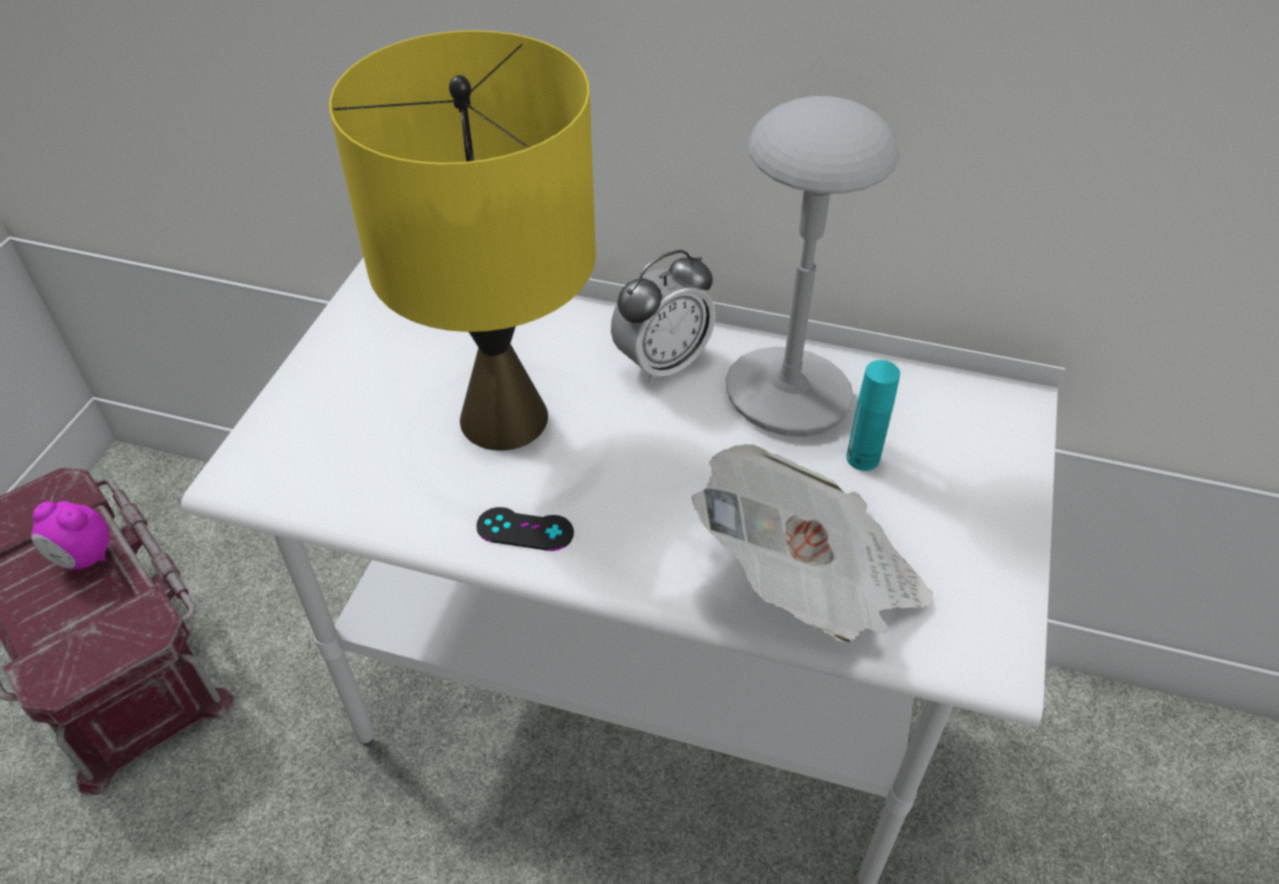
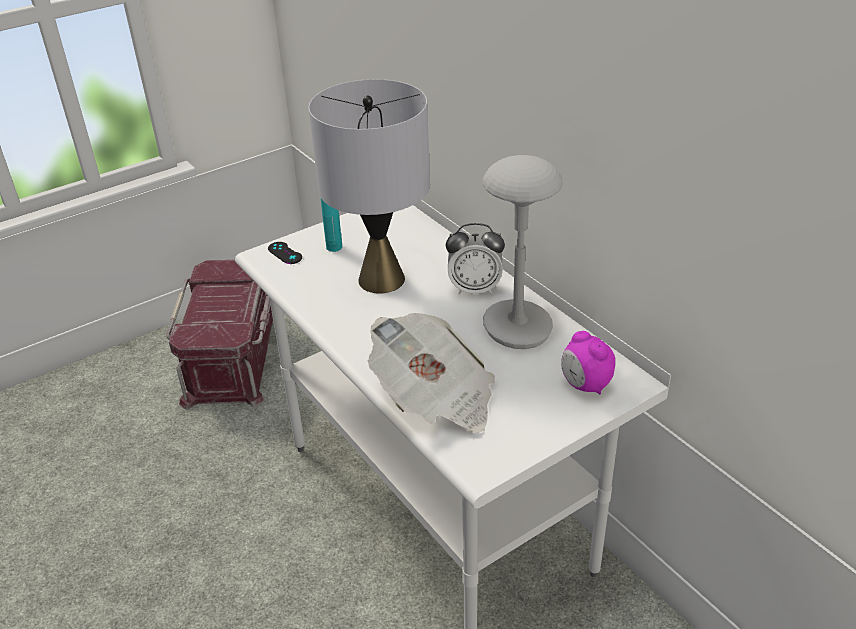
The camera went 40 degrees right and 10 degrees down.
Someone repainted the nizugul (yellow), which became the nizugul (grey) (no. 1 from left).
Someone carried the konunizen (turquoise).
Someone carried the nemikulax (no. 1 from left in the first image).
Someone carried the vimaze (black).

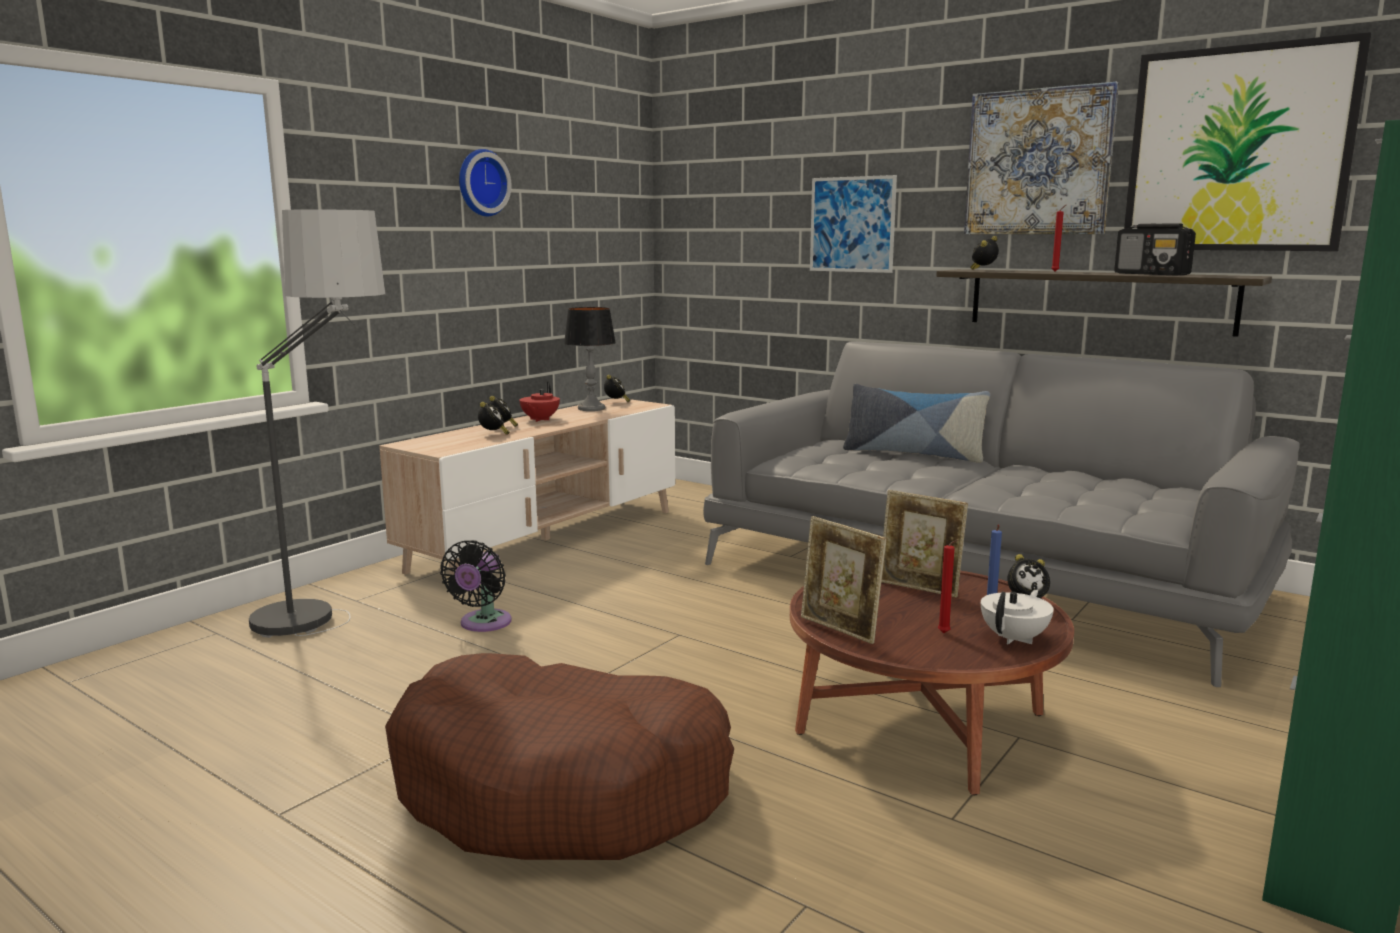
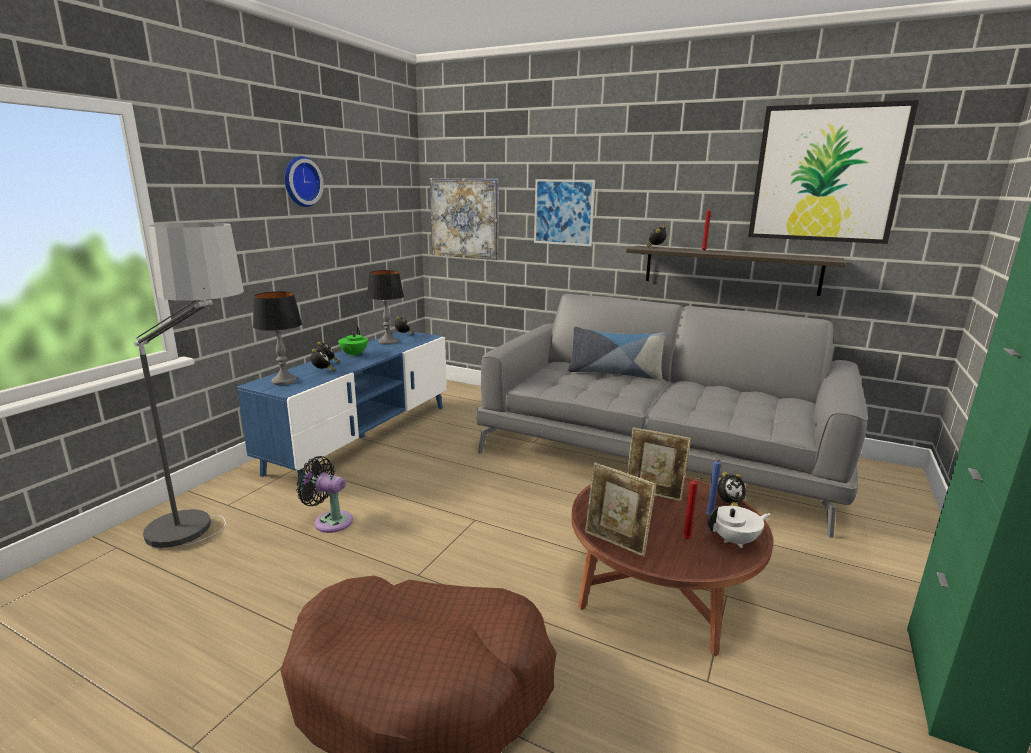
The camera went 10 degrees left and 5 degrees up.
Someone carried the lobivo (no. 2 from left in the first image).
Someone took away the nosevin.
Someone repainted the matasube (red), which became the matasube (green).
Someone repainted the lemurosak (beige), which became the lemurosak (blue).
Someone rotated the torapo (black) by 105 degrees clockwise.
Someone rotated the matasube (white) by 45 degrees clockwise.
Someone put down the nizugul (no. 1 from left).

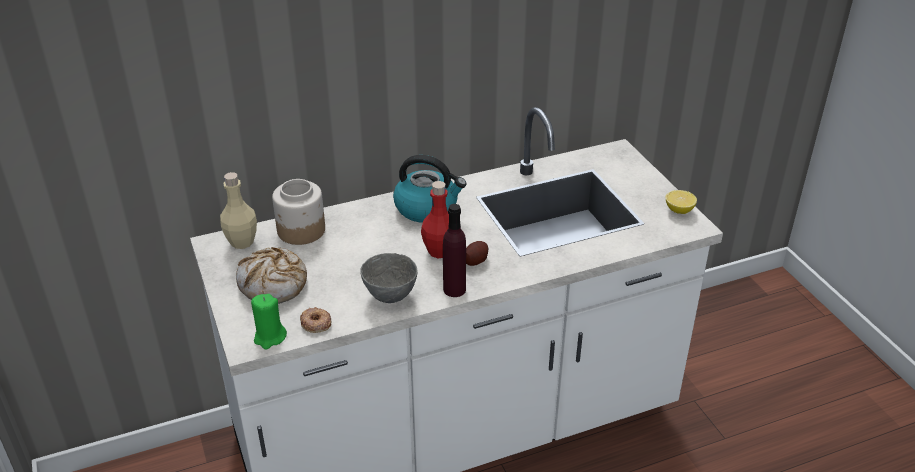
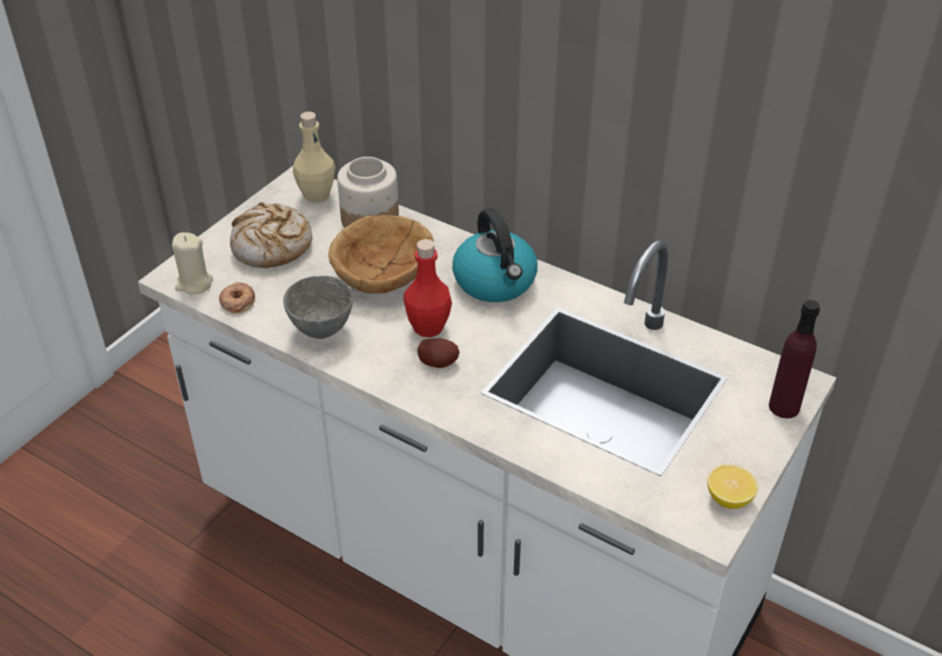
The camera went 55 degrees right and 5 degrees up.
Someone carried the konunizen (purple).
Someone repainted the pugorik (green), which became the pugorik (beige).
Someone put down the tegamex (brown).

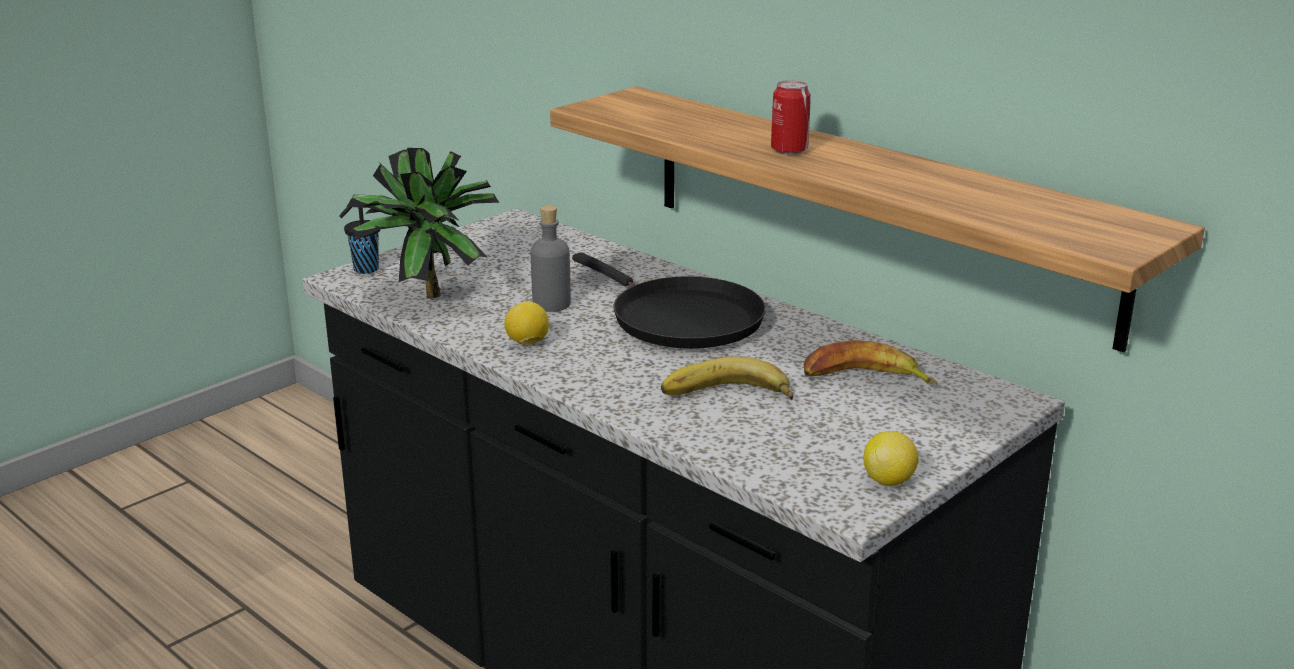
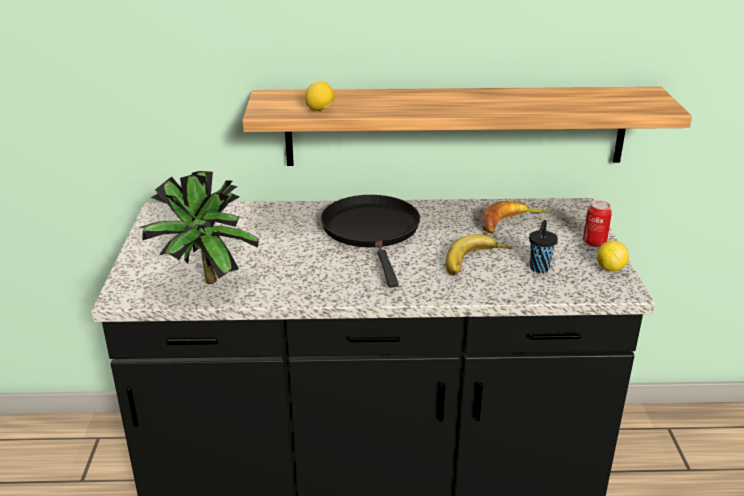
The camera went 45 degrees left and 5 degrees up.
Someone carried the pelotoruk.
Someone took away the konunizen (grey).
Someone carried the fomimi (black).
Someone rotated the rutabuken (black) by 105 degrees counterclockwise.
Someone carried the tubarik (no. 1 from left).

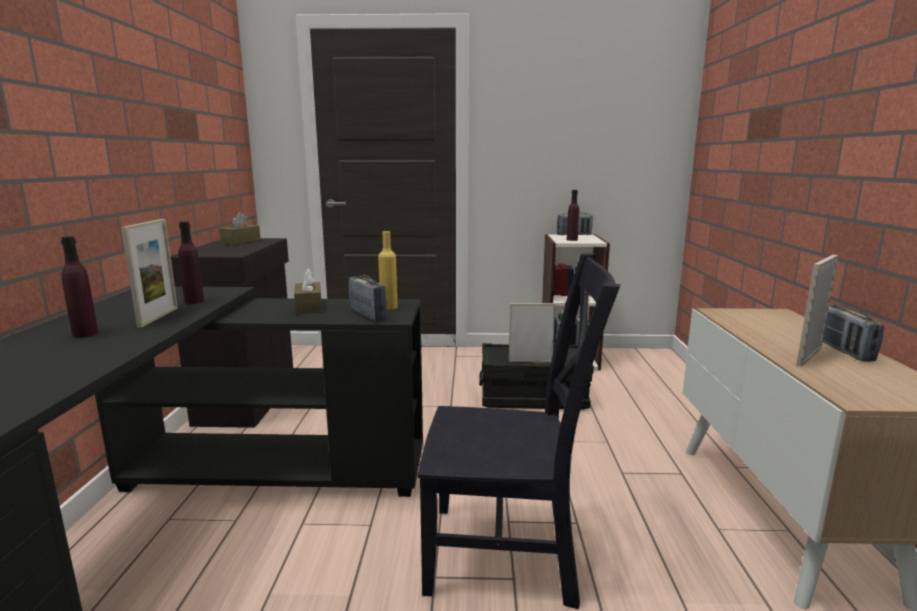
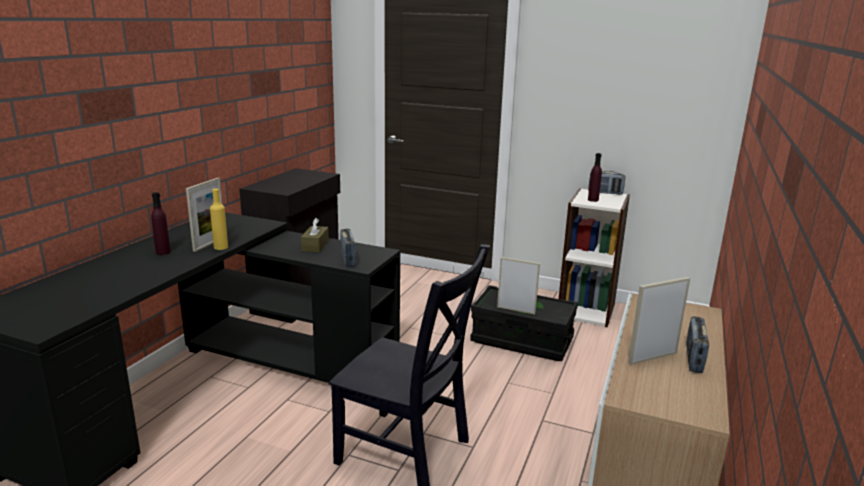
The camera went 20 degrees right and 5 degrees up.
Someone took away the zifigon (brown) (no. 1 from left).
Someone took away the konunizen (purple) (no. 2 from left).
Someone carried the konunizen (yellow).

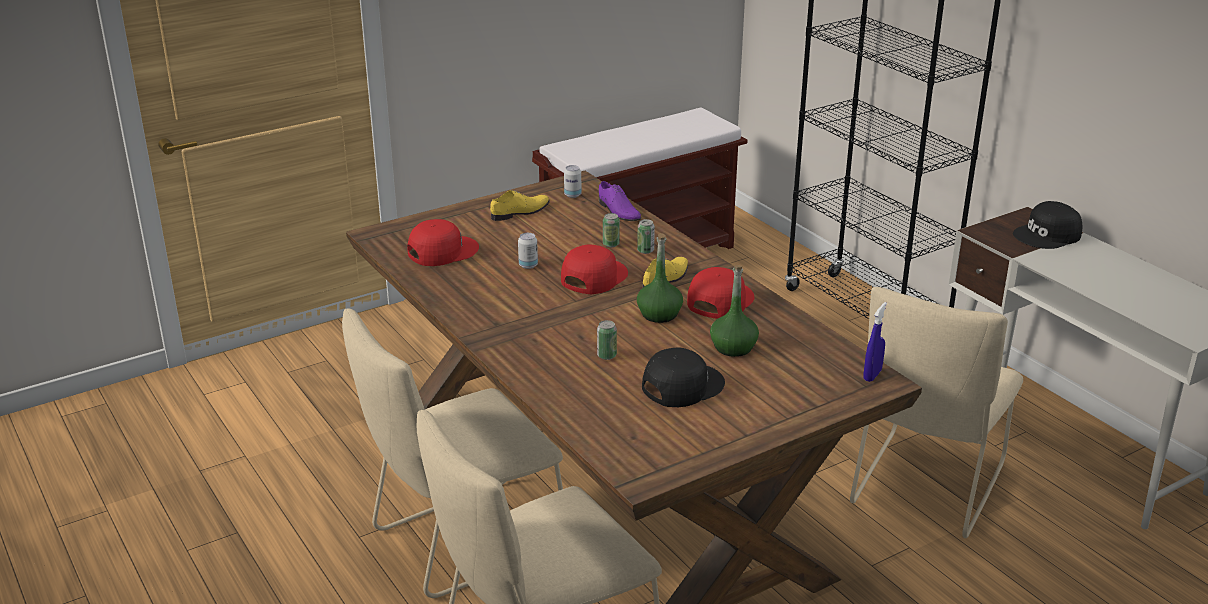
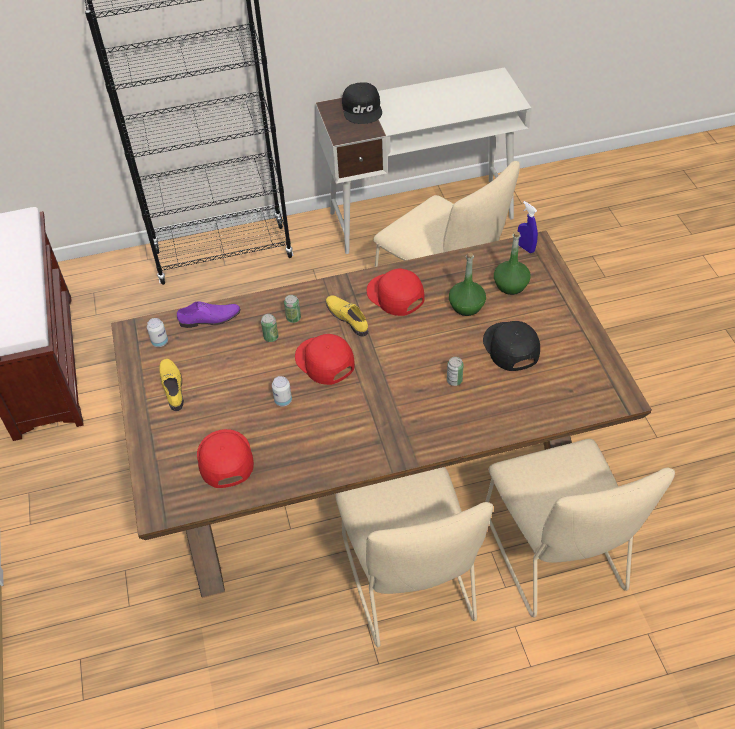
The camera went 70 degrees left and 20 degrees up.
Someone carried the konunizen (green) (no. 1 from left in the first image).

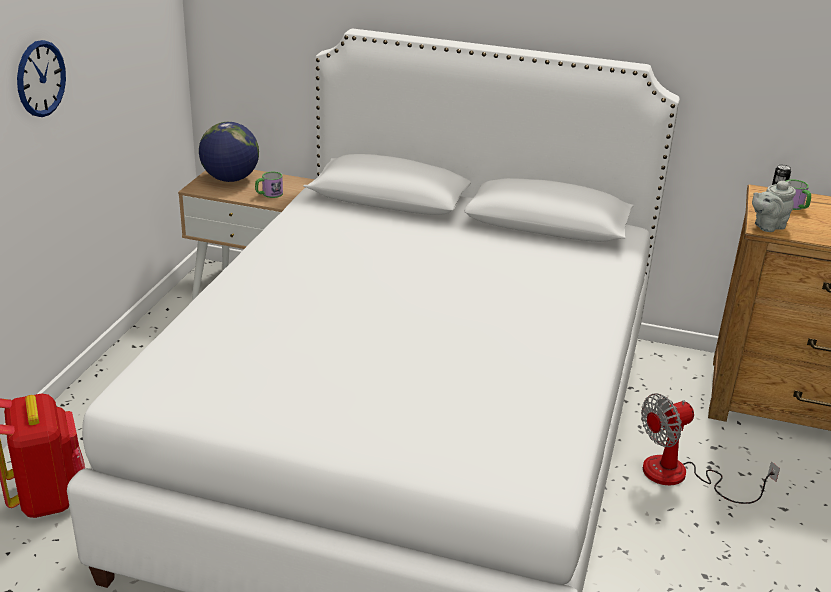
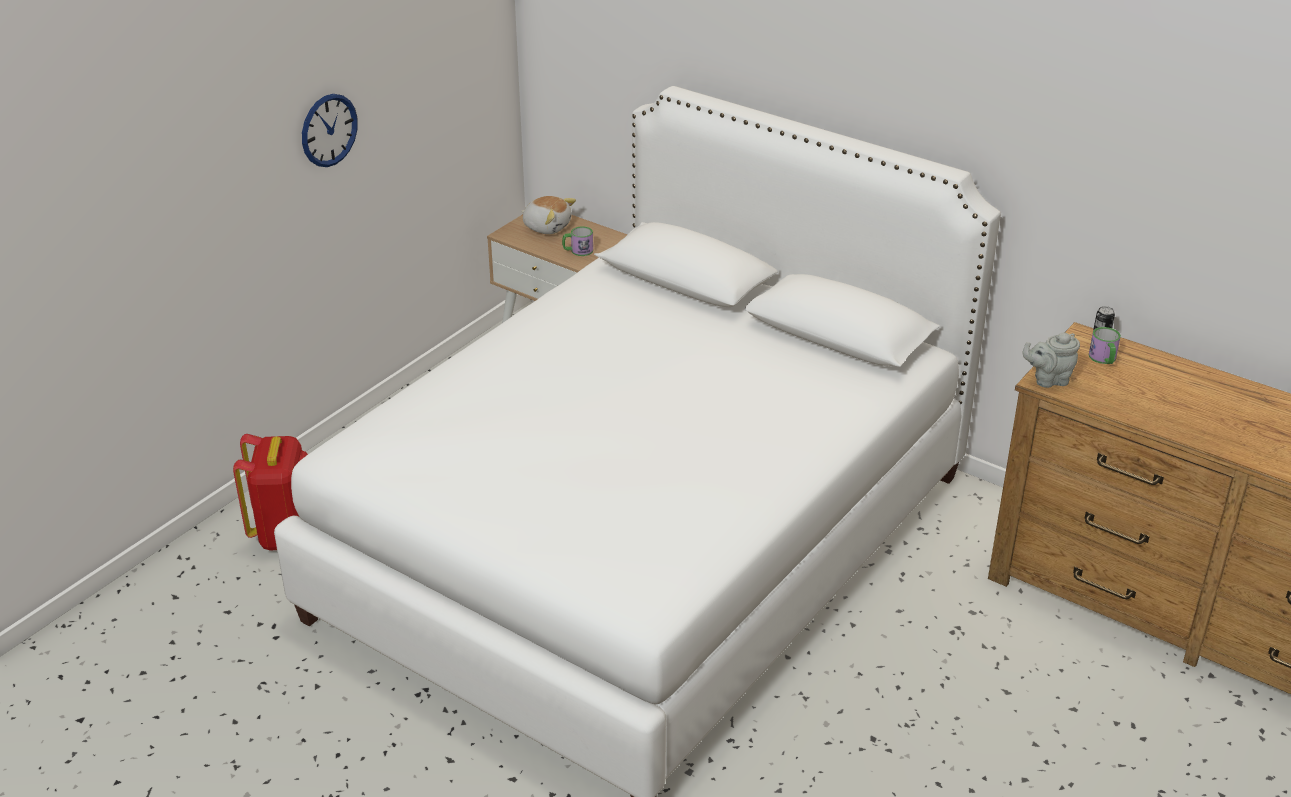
The camera went 20 degrees right and 5 degrees up.
Someone swapped the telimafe for the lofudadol.
Someone took away the torapo.

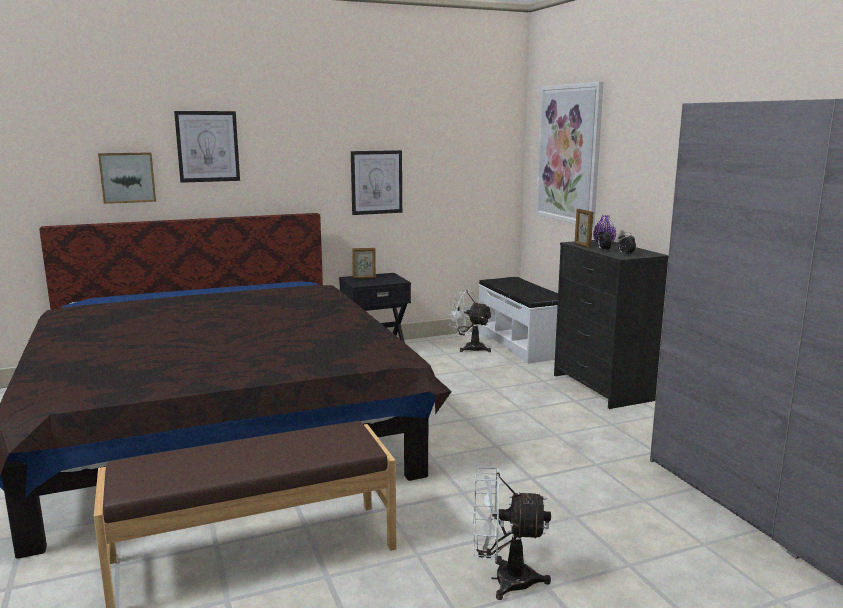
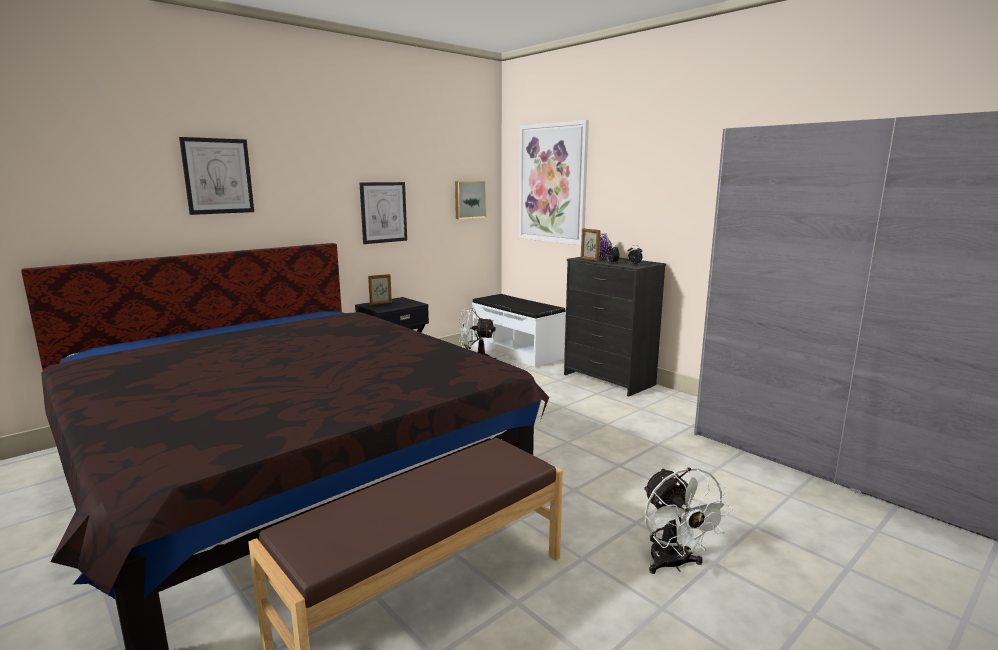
The camera went 20 degrees left and 0 degrees up.
Someone carried the lobivo (no. 1 from left in the first image).
Someone rotated the torapo (white) (no. 2 from left) by 90 degrees counterclockwise.

